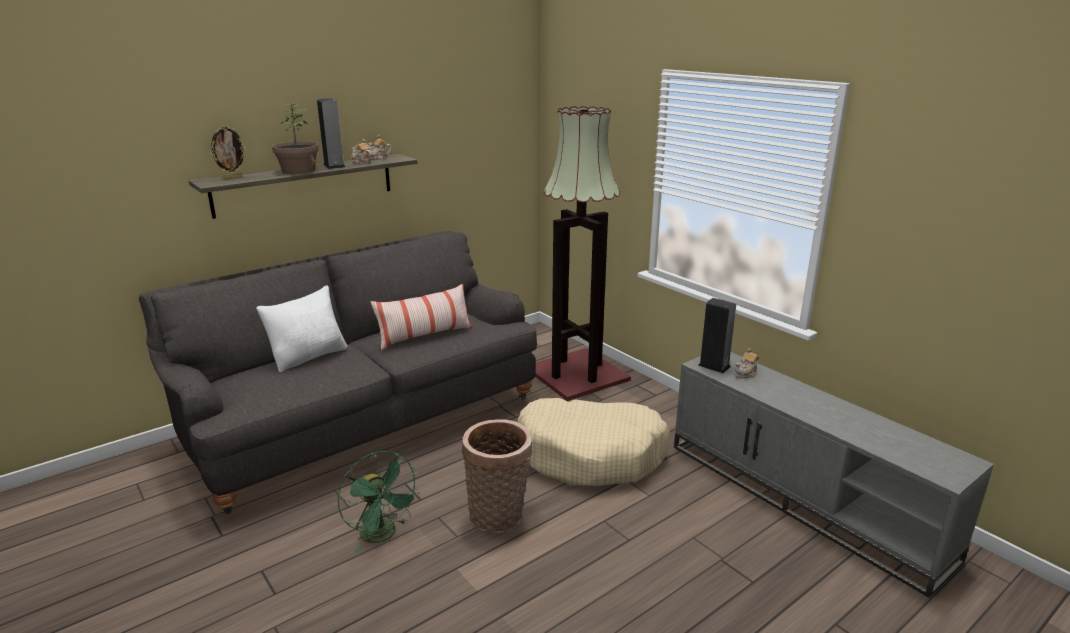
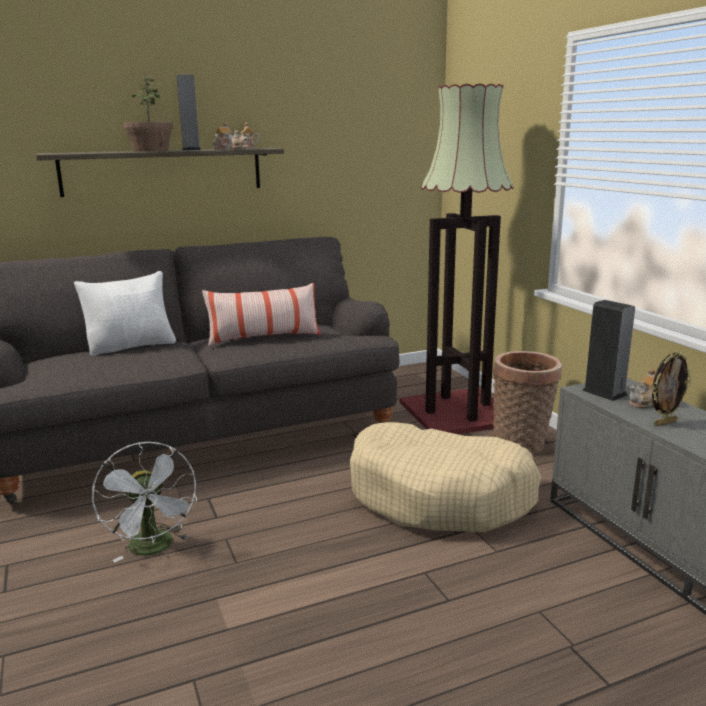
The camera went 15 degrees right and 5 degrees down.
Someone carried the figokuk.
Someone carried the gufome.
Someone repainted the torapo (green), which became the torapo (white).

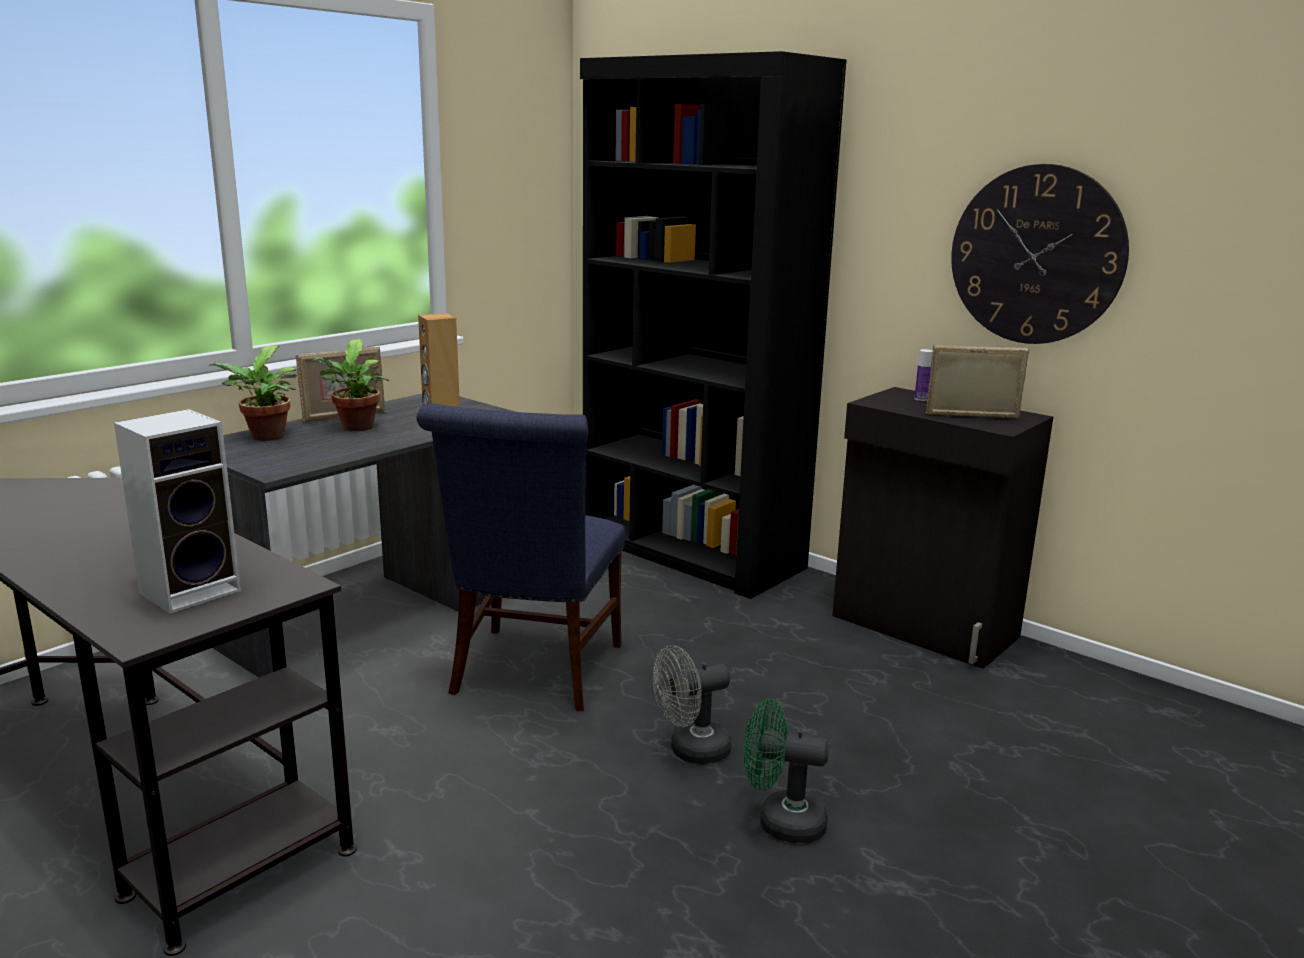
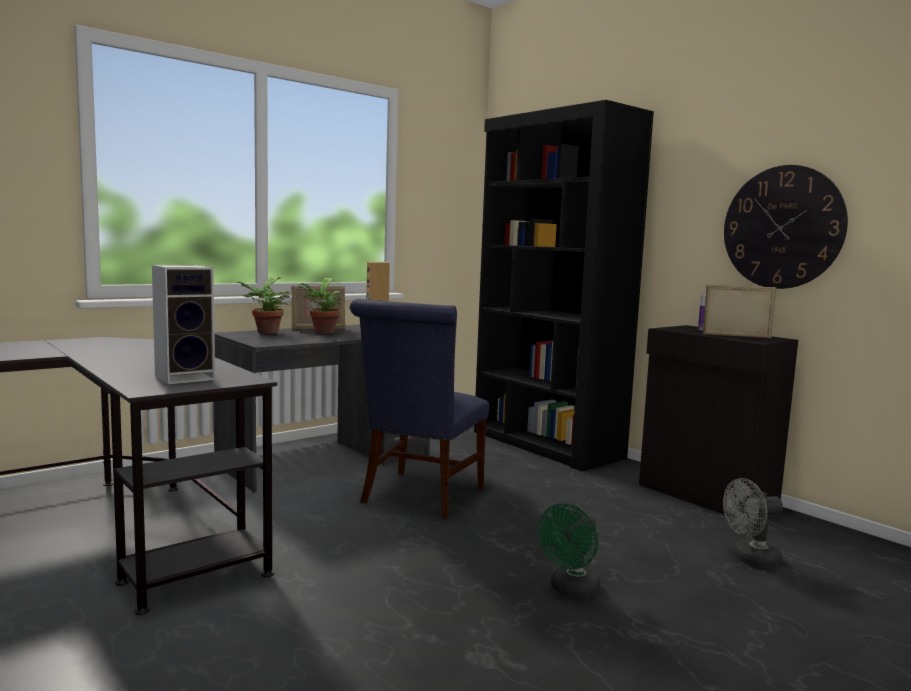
The camera went 10 degrees right and 10 degrees down.
Someone carried the torapo (grey).
Someone rotated the torapo (green) by 75 degrees counterclockwise.

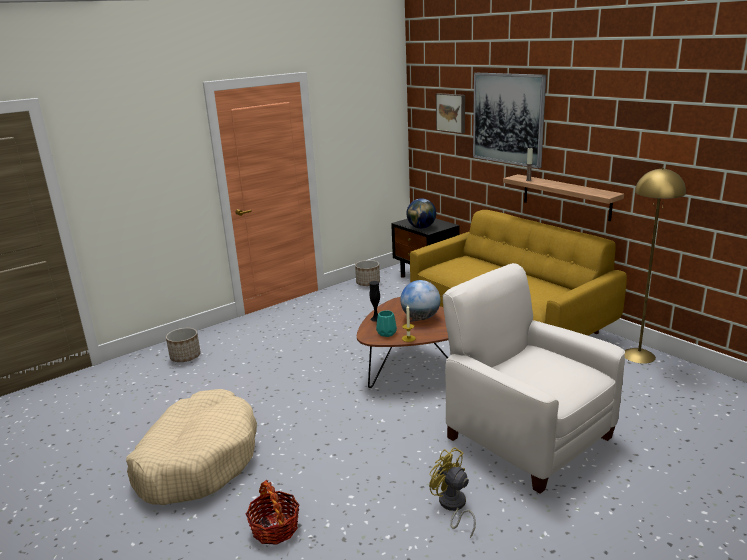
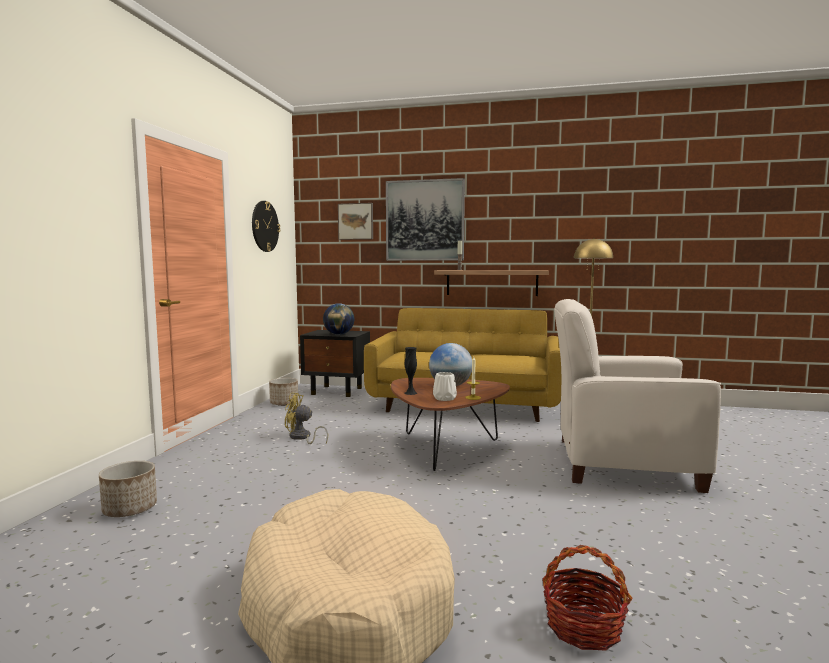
The camera went 40 degrees left and 15 degrees down.
Someone repainted the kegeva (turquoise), which became the kegeva (white).
Someone carried the torapo (yellow).
Someone put up the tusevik.

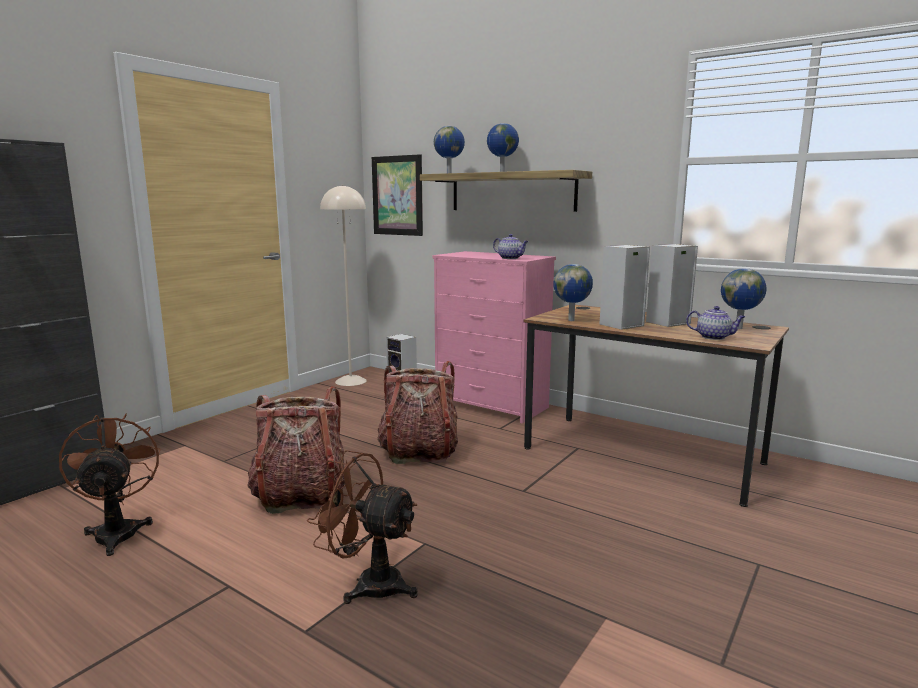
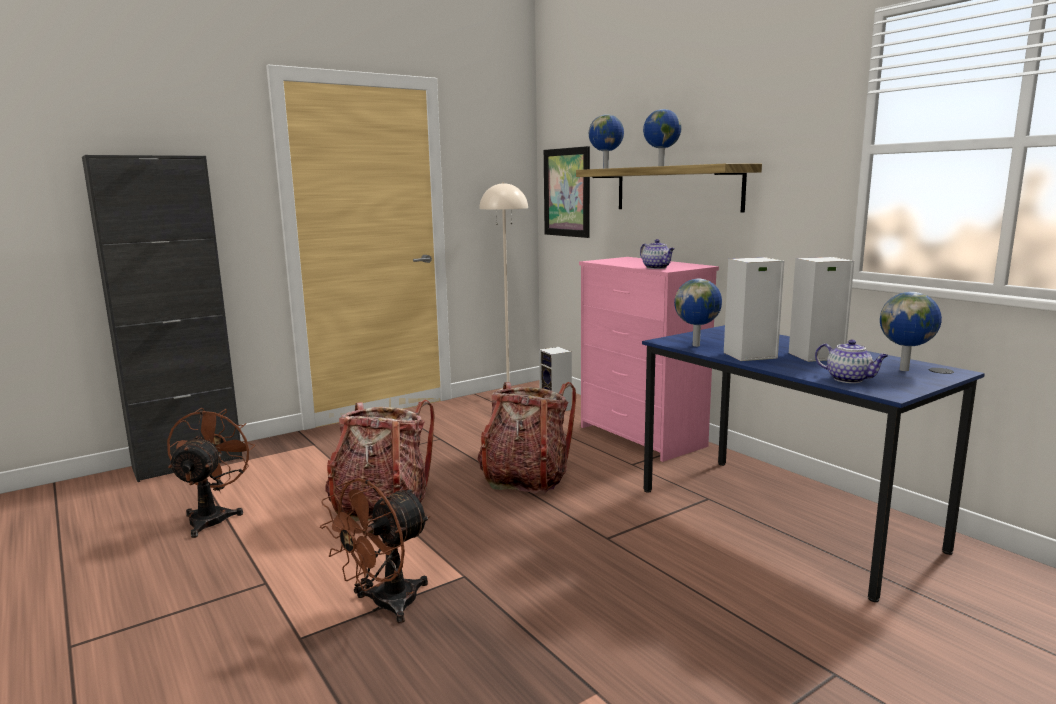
The camera went 20 degrees right and 0 degrees up.
Someone repainted the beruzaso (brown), which became the beruzaso (blue).
Someone rotated the torapo (brown) (no. 2 from left) by 90 degrees counterclockwise.

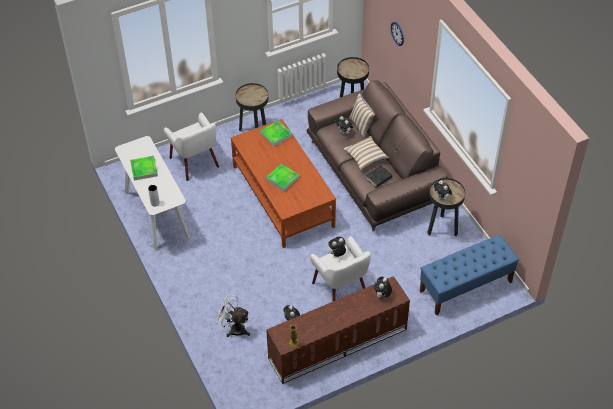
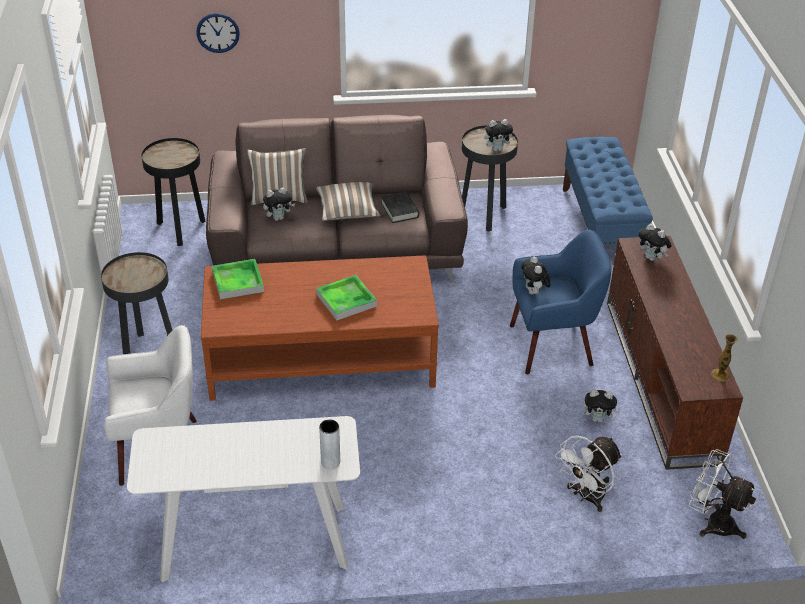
The camera went 70 degrees left and 10 degrees down.
Someone took away the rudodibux (no. 1 from left).
Someone repainted the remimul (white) (no. 2 from left), which became the remimul (blue).
Someone put down the torapo (white) (no. 2 from left).

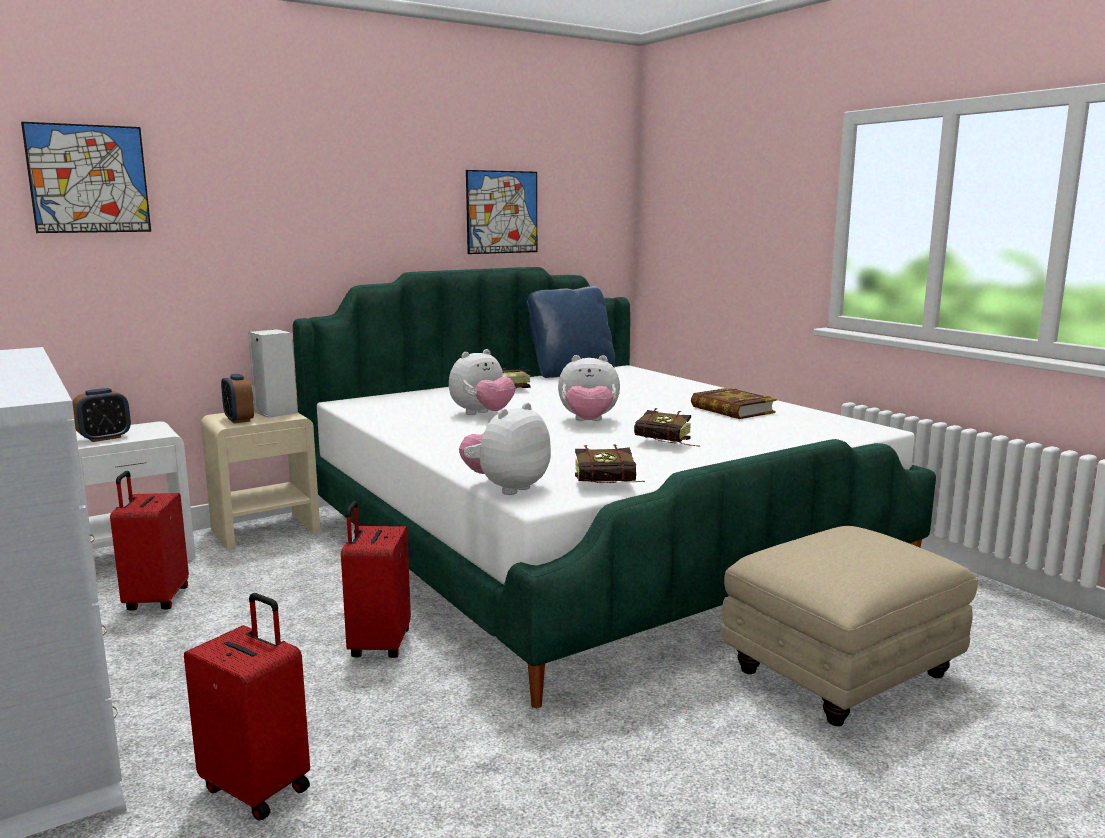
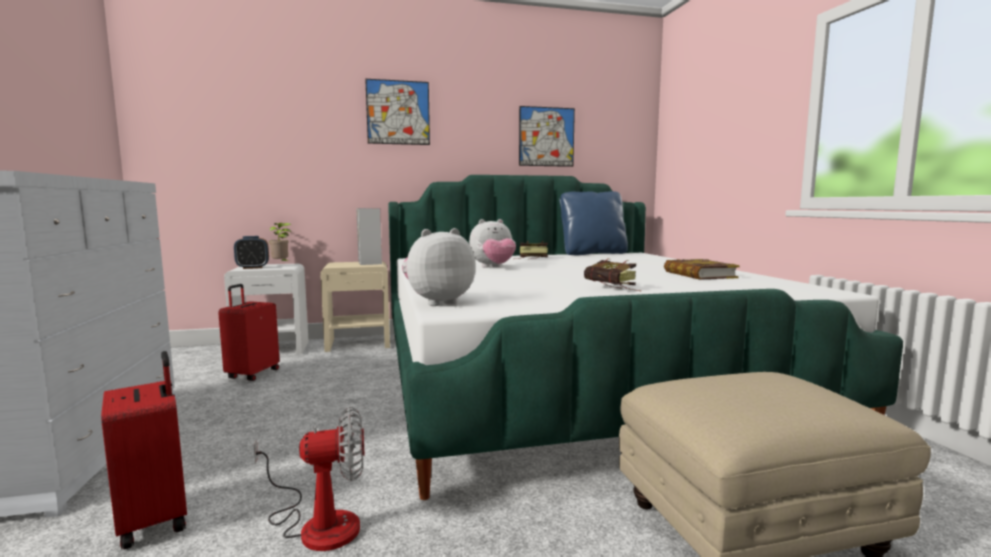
The camera went 20 degrees right and 5 degrees down.
Someone carried the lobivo (no. 1 from left).
Someone took away the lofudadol (no. 3 from left).
Someone took away the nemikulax (no. 2 from left).
Someone took away the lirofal (no. 2 from left).
Someone took away the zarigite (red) (no. 3 from left).
Someone put down the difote.
Someone put down the torapo.

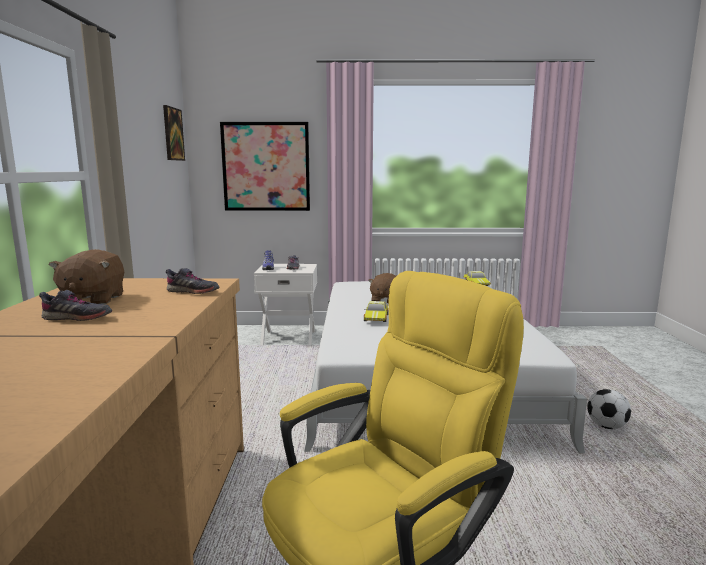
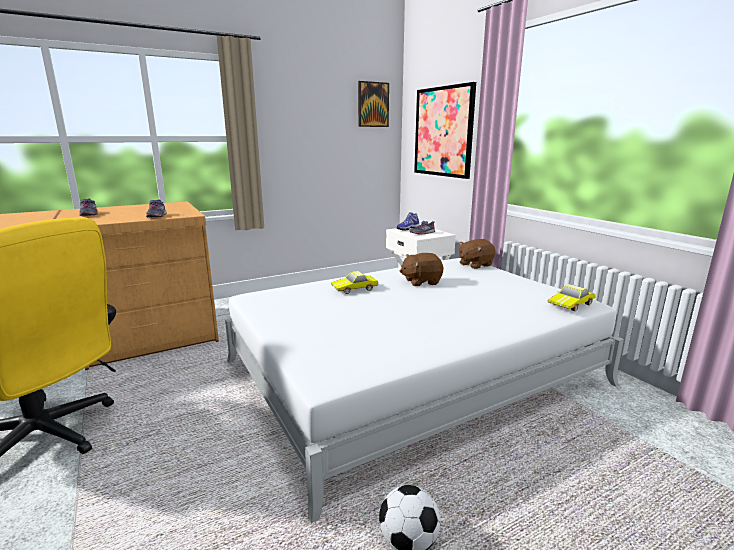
The camera went 60 degrees right and 5 degrees up.
Someone carried the lofudadol (brown) (no. 1 from left in the first image).

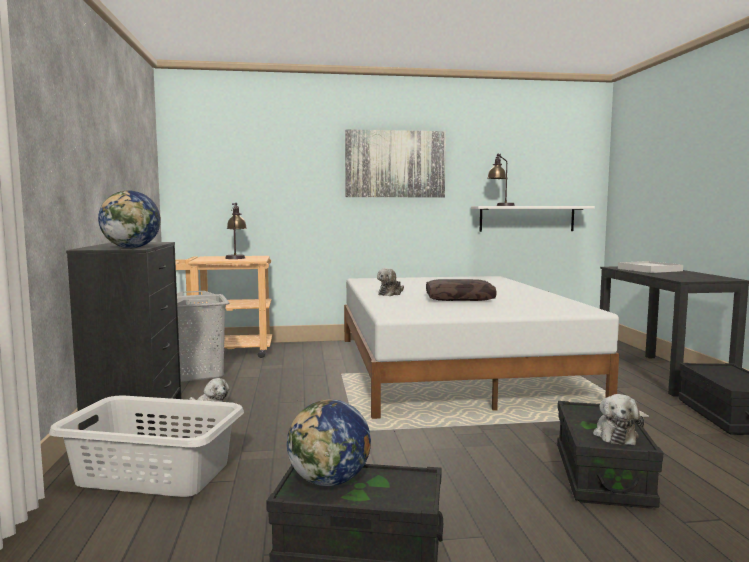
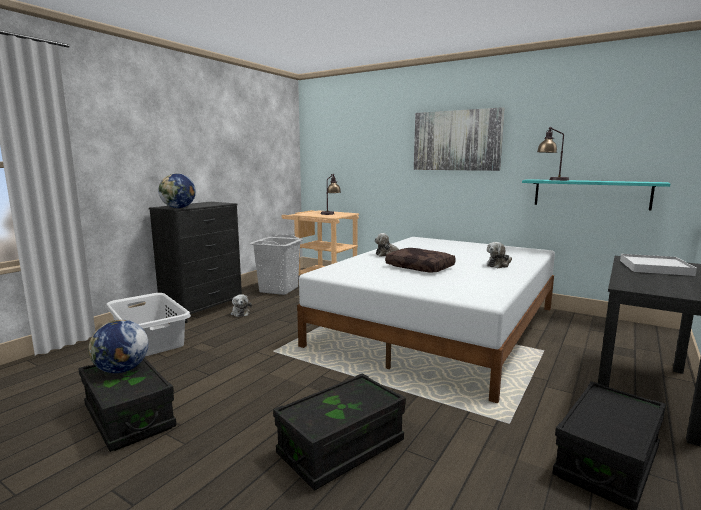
The camera went 40 degrees right and 5 degrees up.
Someone repainted the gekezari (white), which became the gekezari (turquoise).
Someone carried the lofudadol (no. 3 from left).

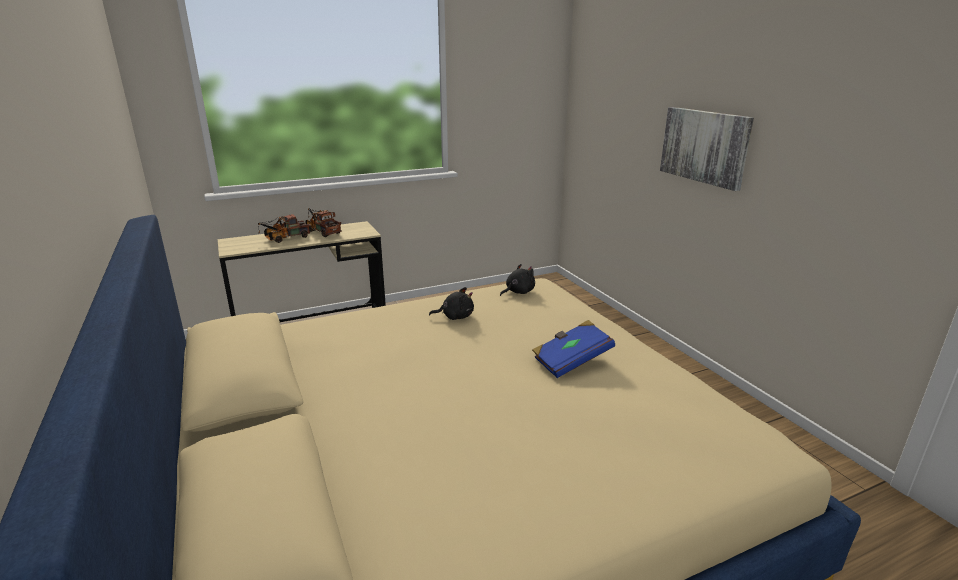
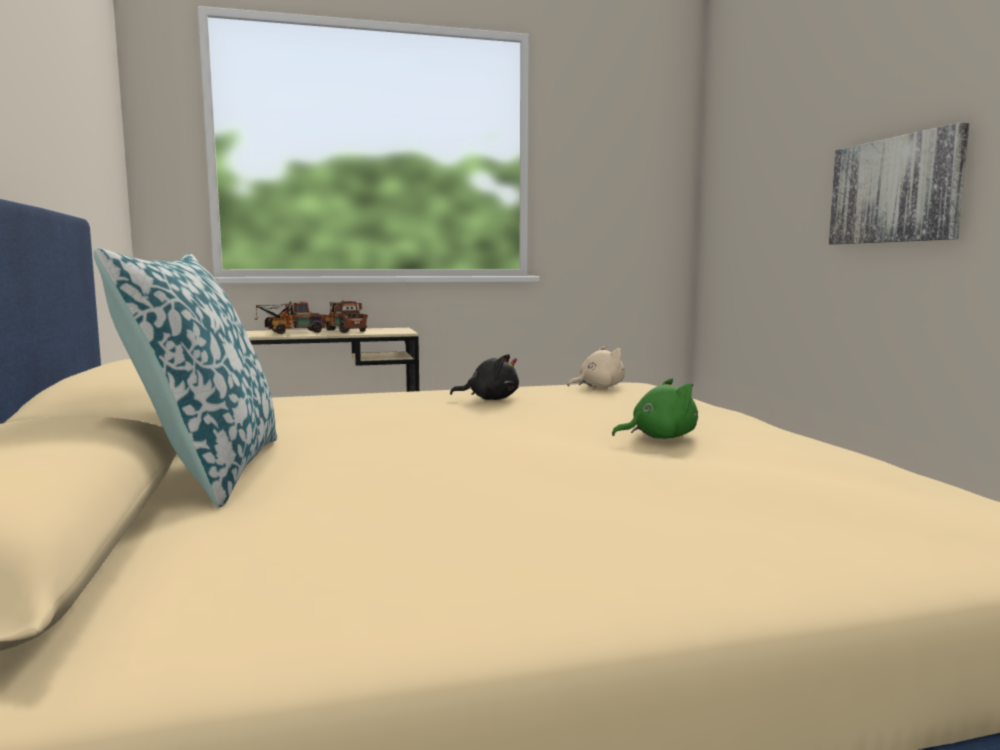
The camera went 10 degrees right and 15 degrees down.
Someone repainted the lofudadol (black) (no. 2 from left), which became the lofudadol (beige).
Someone swapped the lirofal (blue) for the lofudadol (green).
Someone put down the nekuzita.

